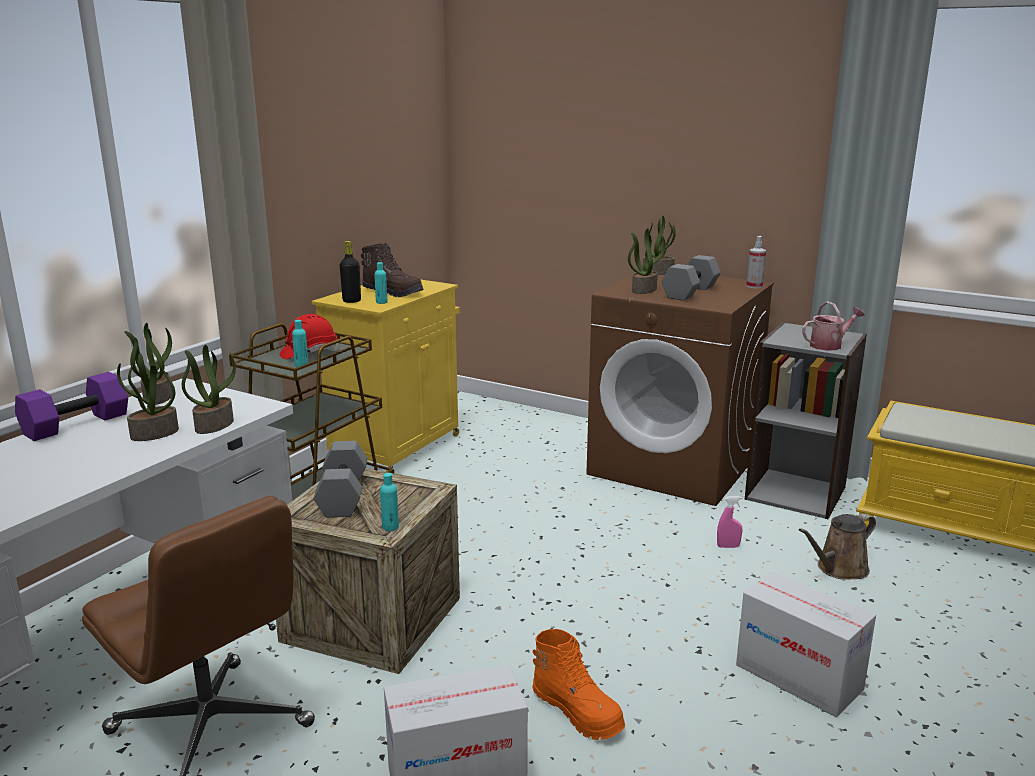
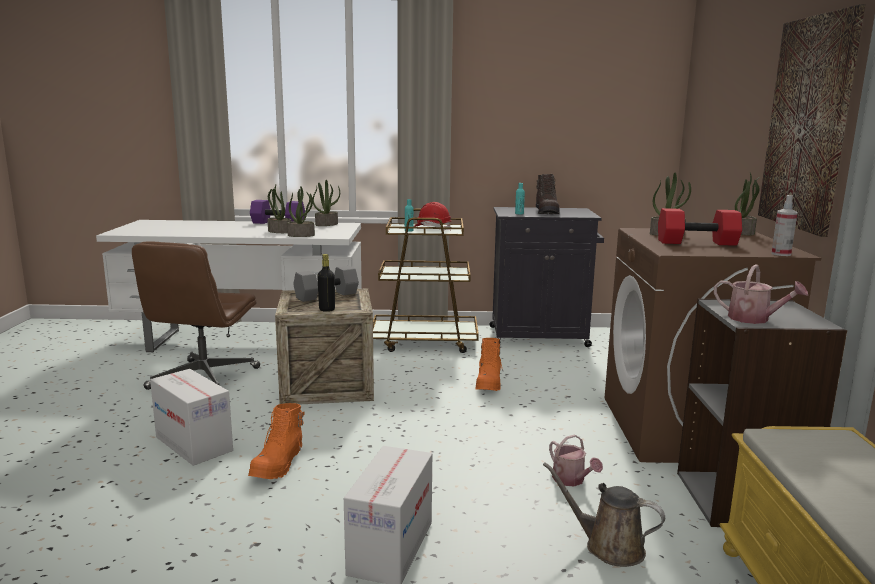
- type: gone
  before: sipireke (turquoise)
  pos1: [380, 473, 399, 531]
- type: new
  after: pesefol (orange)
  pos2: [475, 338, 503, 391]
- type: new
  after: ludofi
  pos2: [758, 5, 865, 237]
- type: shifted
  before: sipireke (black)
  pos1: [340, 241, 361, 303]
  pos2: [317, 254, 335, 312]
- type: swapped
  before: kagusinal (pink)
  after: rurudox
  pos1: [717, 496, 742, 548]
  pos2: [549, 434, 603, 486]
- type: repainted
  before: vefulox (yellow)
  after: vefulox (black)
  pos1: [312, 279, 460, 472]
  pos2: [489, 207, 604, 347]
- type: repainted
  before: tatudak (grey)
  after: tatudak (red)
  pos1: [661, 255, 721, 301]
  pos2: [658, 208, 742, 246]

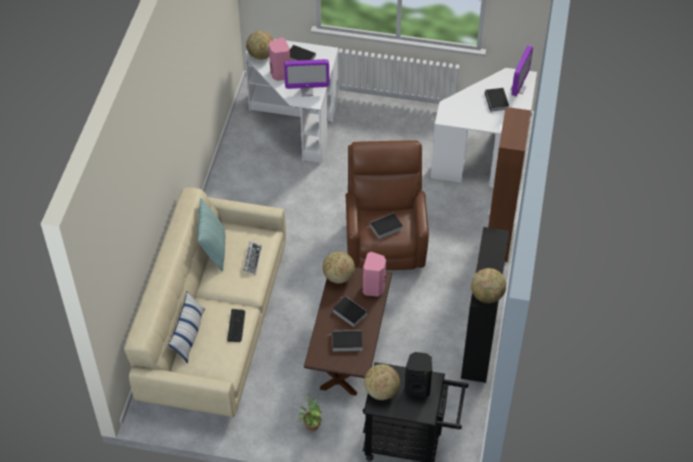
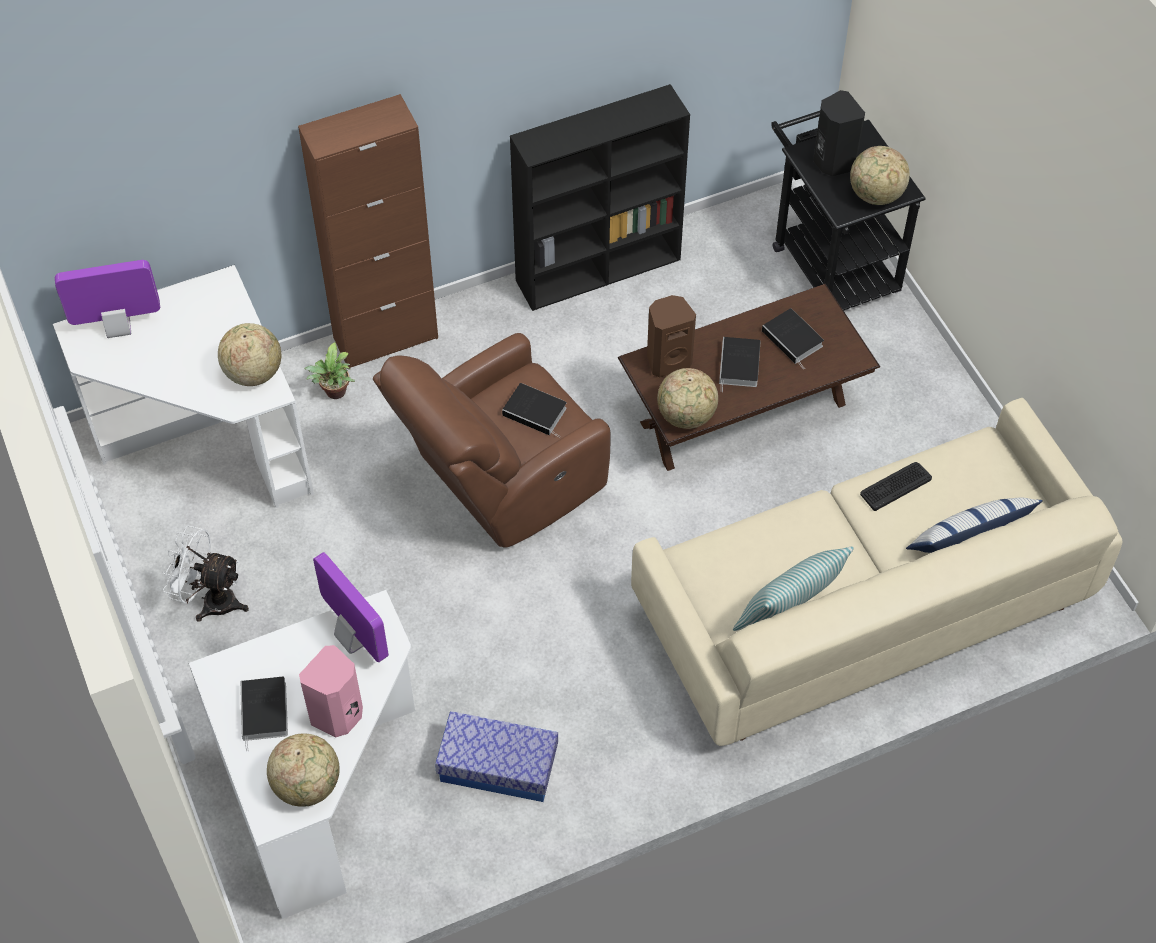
- type: gone
  before: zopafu
  pos1: [243, 241, 262, 275]
- type: gone
  before: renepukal
  pos1: [485, 88, 509, 115]
- type: new
  after: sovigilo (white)
  pos2: [162, 525, 249, 622]
- type: new
  after: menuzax
  pos2: [435, 711, 558, 802]
- type: shifted
  before: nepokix
  pos1: [297, 395, 322, 431]
  pos2: [305, 342, 355, 399]
- type: shifted
  before: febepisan
  pos1: [471, 268, 506, 303]
  pos2: [218, 323, 281, 386]
- type: repainted
  before: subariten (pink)
  after: subariten (brown)
  pos1: [363, 252, 386, 297]
  pos2: [647, 295, 696, 378]

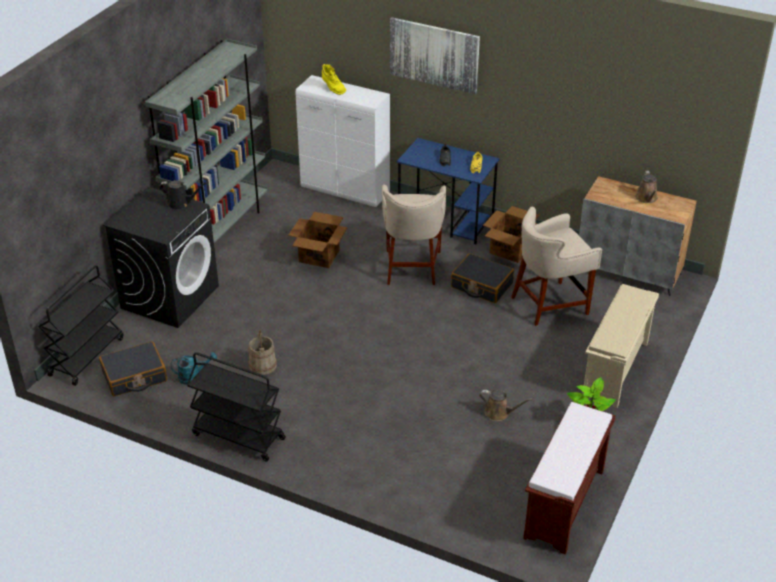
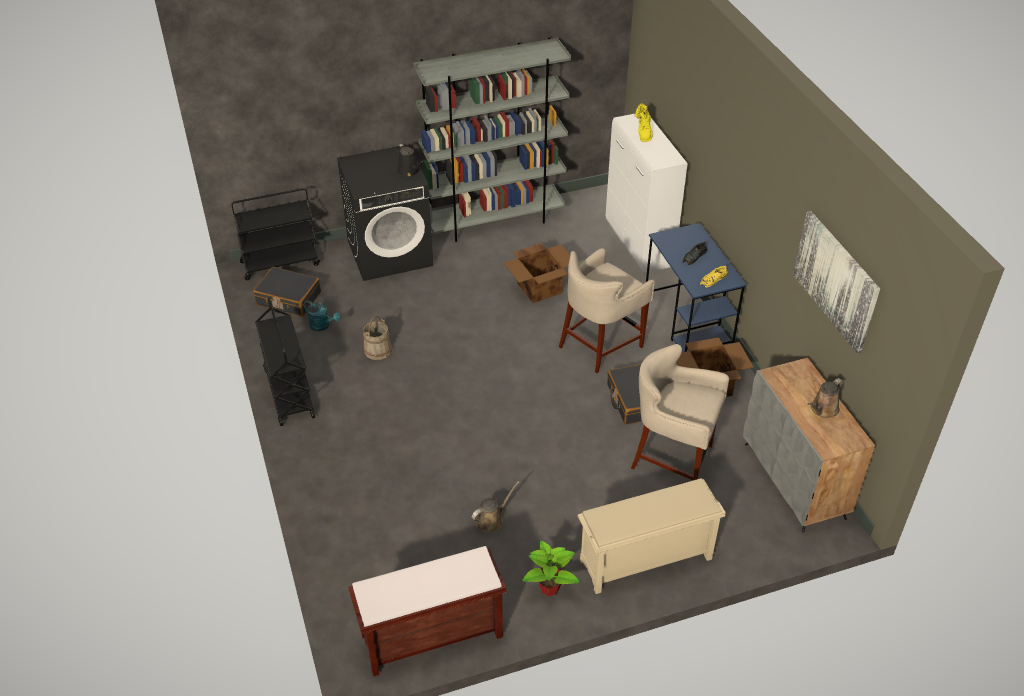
- type: shifted
  before: ludofi
  pos1: [390, 17, 480, 94]
  pos2: [793, 211, 880, 354]
- type: rotated
  before: rurudox (brown)
  pos1: [479, 390, 533, 421]
  pos2: [472, 481, 520, 532]
  turn: -105

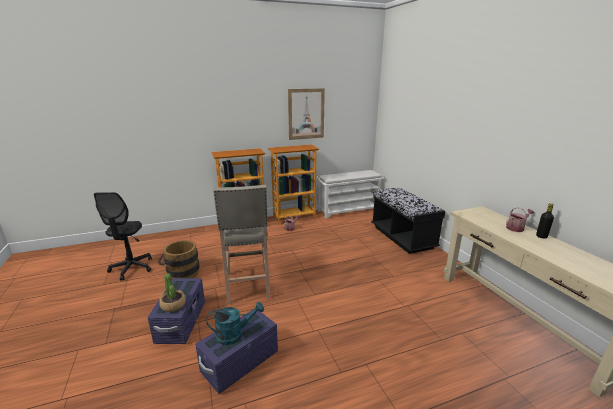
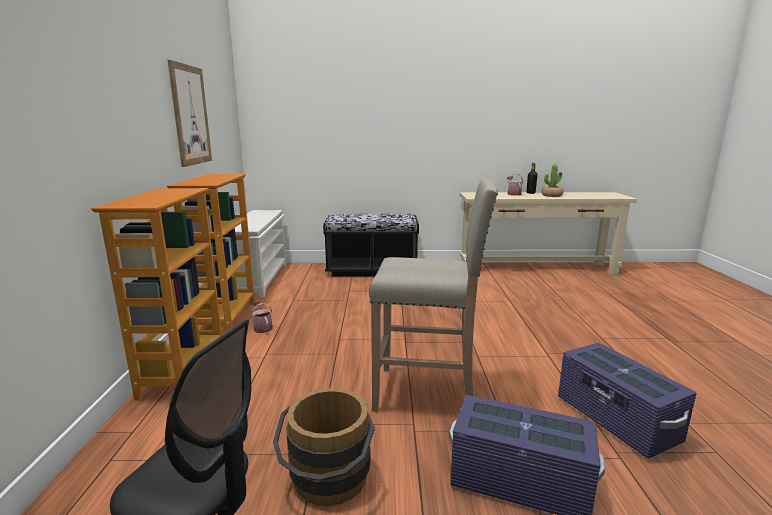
- type: gone
  before: rurudox (turquoise)
  pos1: [206, 302, 264, 345]
- type: shifted
  before: nepokix
  pos1: [159, 273, 186, 312]
  pos2: [542, 164, 564, 197]

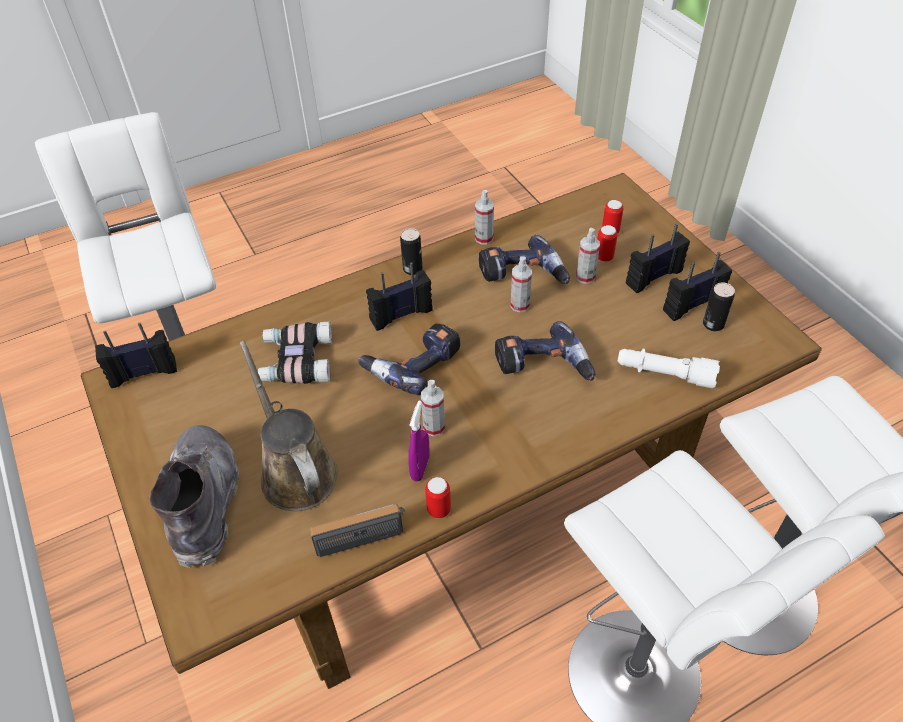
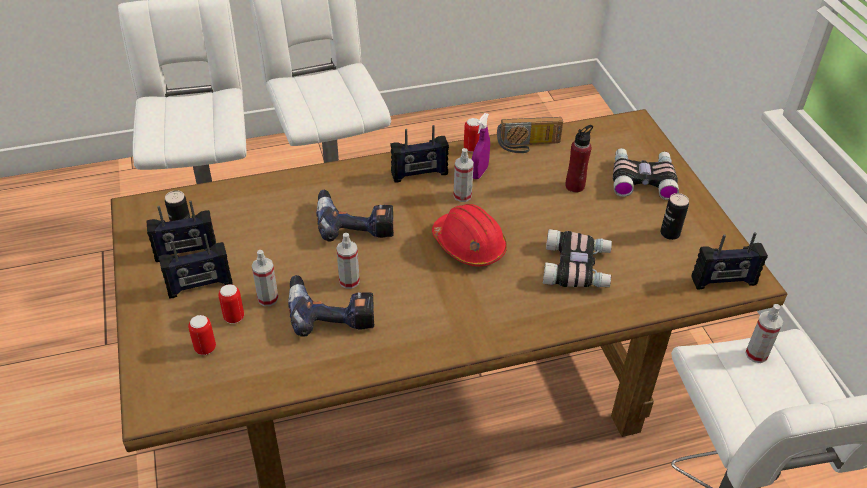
- type: gone
  before: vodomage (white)
  pos1: [617, 349, 720, 388]
- type: shifted
  before: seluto
  pos1: [366, 262, 433, 331]
  pos2: [390, 125, 449, 183]
- type: shifted
  before: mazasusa
  pos1: [400, 228, 422, 275]
  pos2: [660, 193, 689, 240]
- type: shifted
  before: kagusinal
  pos1: [475, 190, 494, 245]
  pos2: [745, 304, 783, 363]
- type: swapped
  before: pesefol (grey)
  after: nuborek
  pos1: [149, 425, 239, 568]
  pos2: [613, 148, 679, 200]
- type: swapped
  before: rurudox (brown)
  after: sipireke (red)
  pos1: [240, 340, 338, 511]
  pos2: [565, 125, 593, 192]
- type: swapped
  before: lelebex
  after: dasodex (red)
  pos1: [358, 323, 460, 395]
  pos2: [432, 204, 507, 267]

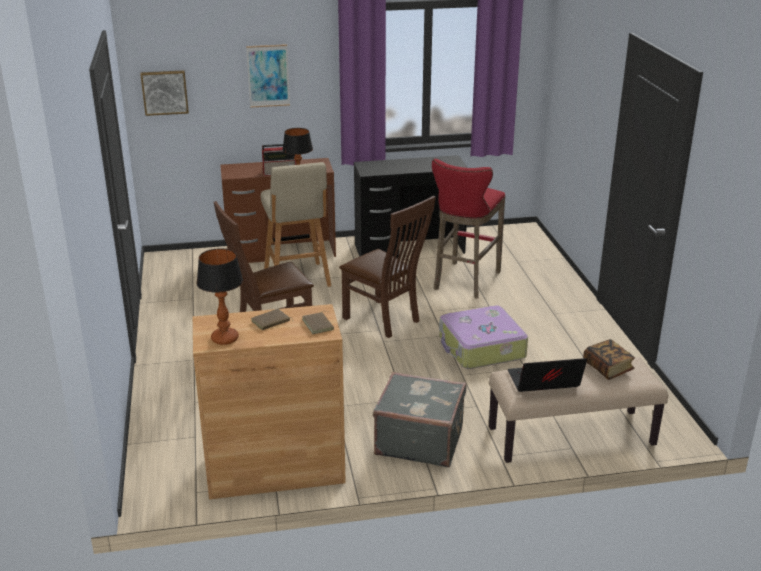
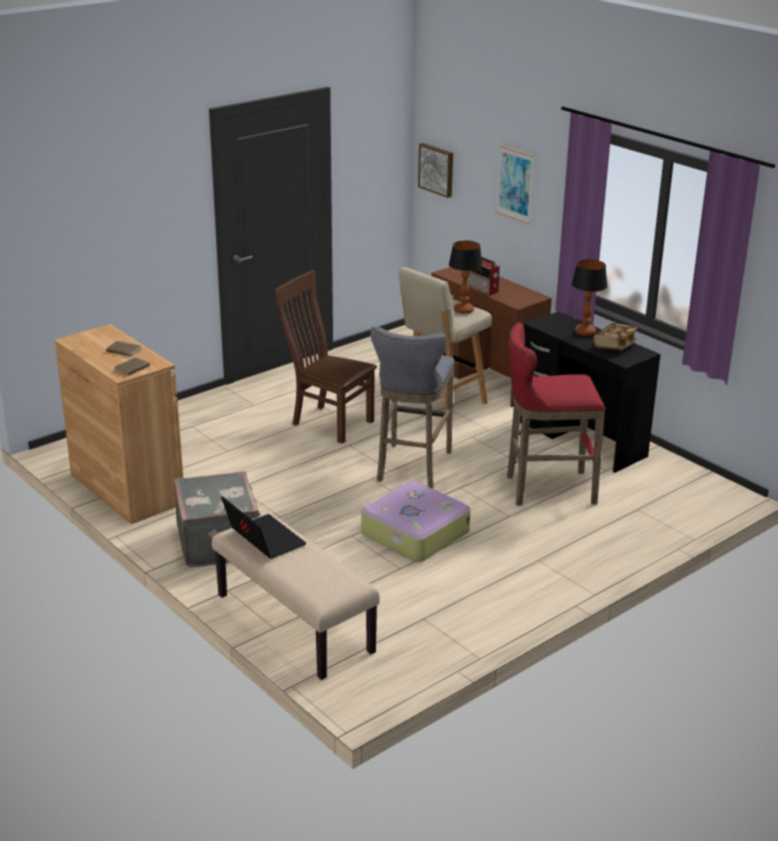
- type: shifted
  before: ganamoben
  pos1: [197, 248, 243, 345]
  pos2: [572, 259, 607, 336]
- type: shifted
  before: renepukal
  pos1: [584, 339, 635, 380]
  pos2: [593, 323, 637, 350]
- type: swapped
  before: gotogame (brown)
  after: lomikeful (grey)
  pos1: [339, 196, 436, 338]
  pos2: [370, 326, 455, 489]

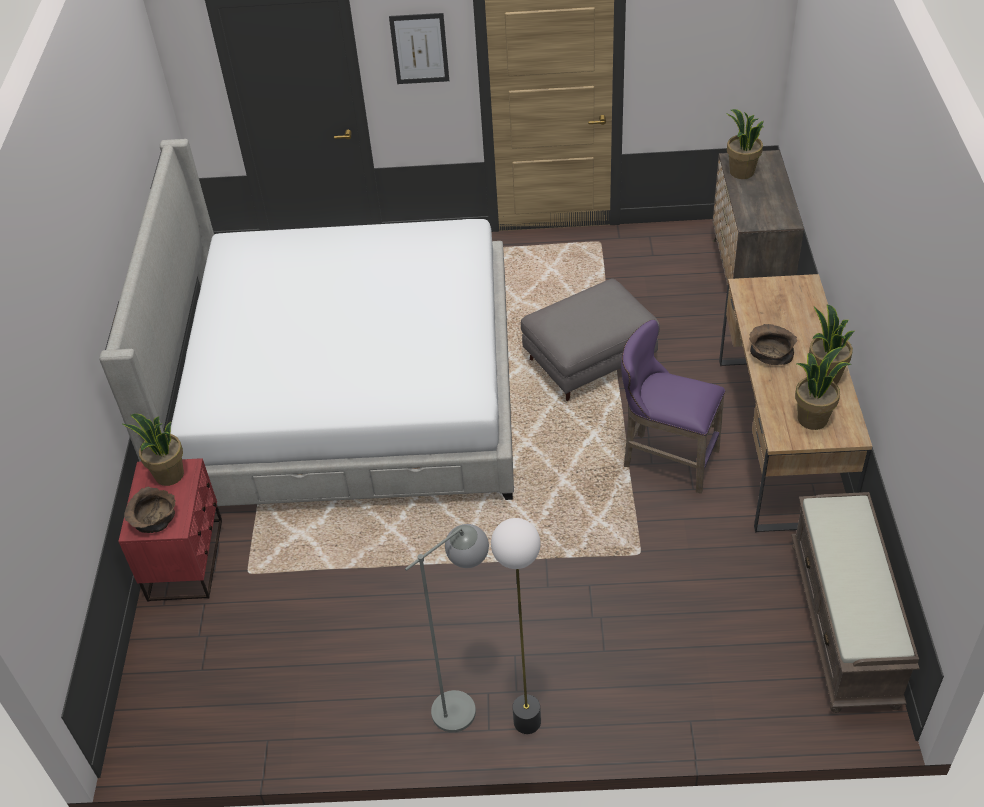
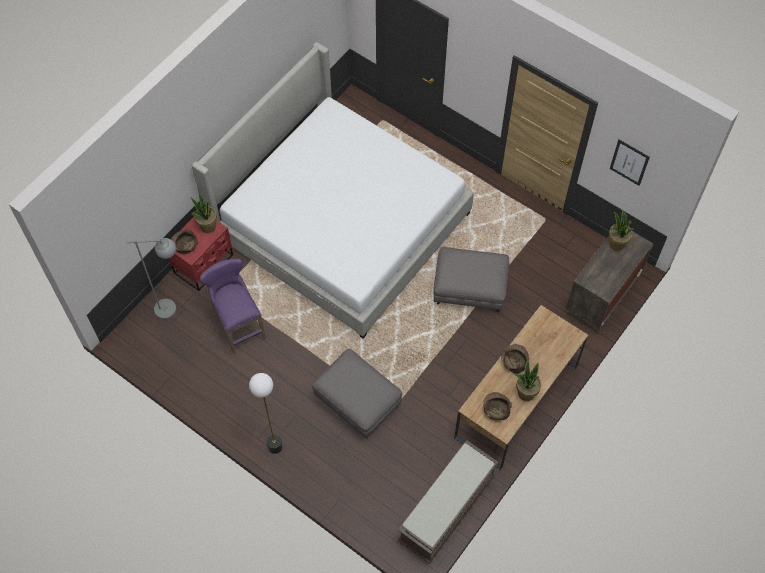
- type: new
  after: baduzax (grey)
  pos2: [312, 349, 402, 439]
- type: shifted
  before: ludofi
  pos1: [389, 13, 449, 84]
  pos2: [610, 139, 650, 186]
- type: shifted
  before: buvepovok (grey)
  pos1: [405, 524, 489, 732]
  pos2: [127, 238, 176, 319]
- type: shifted
  before: lomikeful (purple)
  pos1: [621, 319, 725, 494]
  pos2: [199, 258, 266, 354]
- type: swapped
  before: nepokix
  after: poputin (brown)
  pos1: [795, 347, 852, 430]
  pos2: [483, 392, 512, 421]

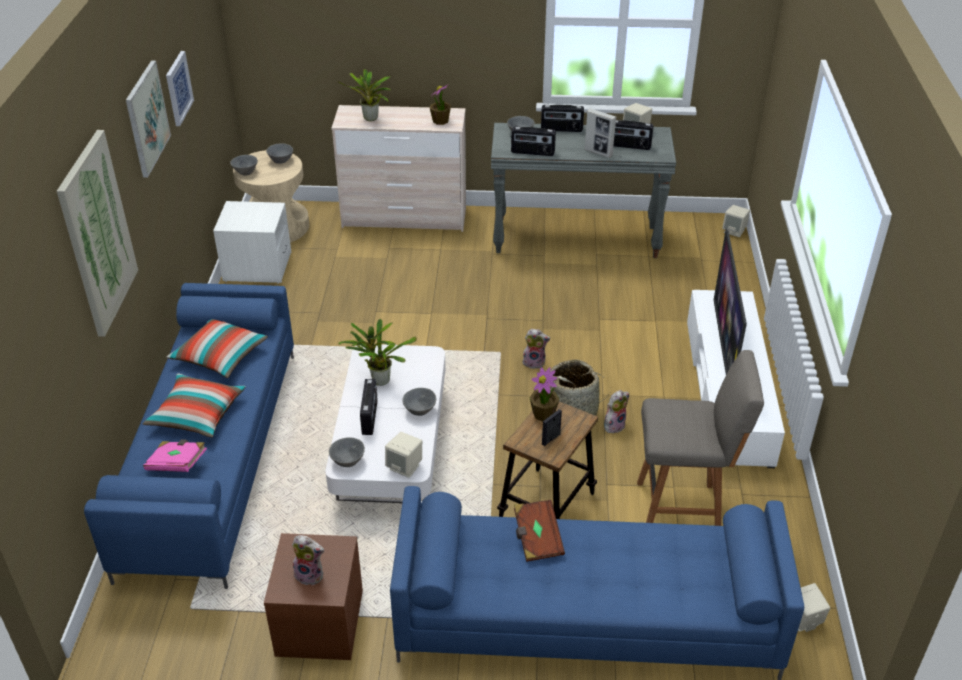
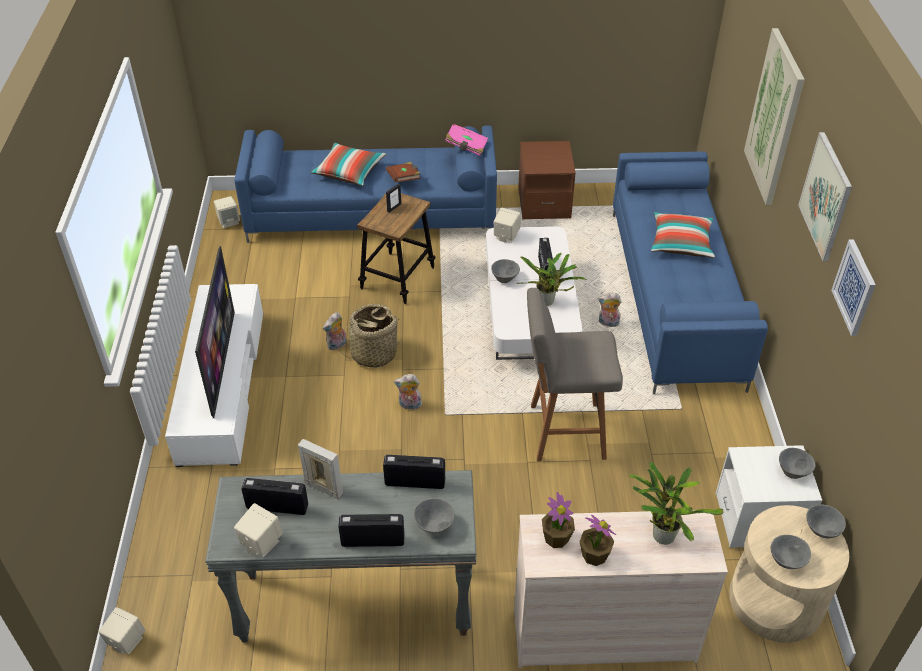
- type: shifted
  before: renepukal (pink)
  pos1: [143, 439, 207, 472]
  pos2: [445, 123, 488, 156]
- type: shifted
  before: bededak
  pos1: [166, 319, 268, 378]
  pos2: [310, 143, 386, 186]
- type: shifted
  before: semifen
  pos1: [290, 535, 324, 586]
  pos2: [598, 293, 622, 327]
- type: shifted
  before: poputin (grey)
  pos1: [329, 437, 365, 467]
  pos2: [779, 448, 815, 479]
- type: shifted
  before: nepokix
  pos1: [530, 367, 560, 421]
  pos2: [579, 515, 616, 566]
- type: shifted
  before: lomikeful (grey)
  pos1: [637, 350, 764, 526]
  pos2: [527, 288, 623, 462]

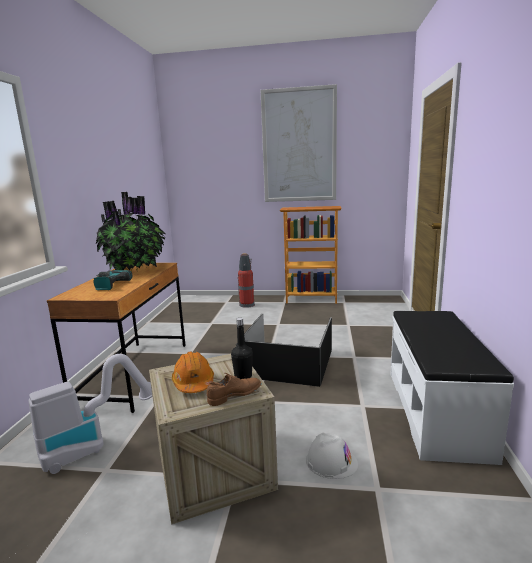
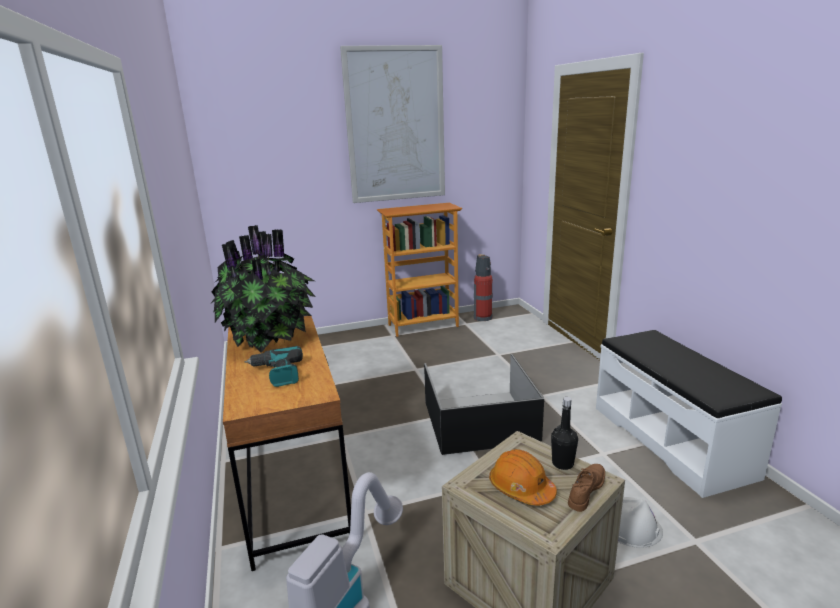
- type: shifted
  before: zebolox
  pos1: [238, 253, 255, 308]
  pos2: [474, 254, 493, 321]

